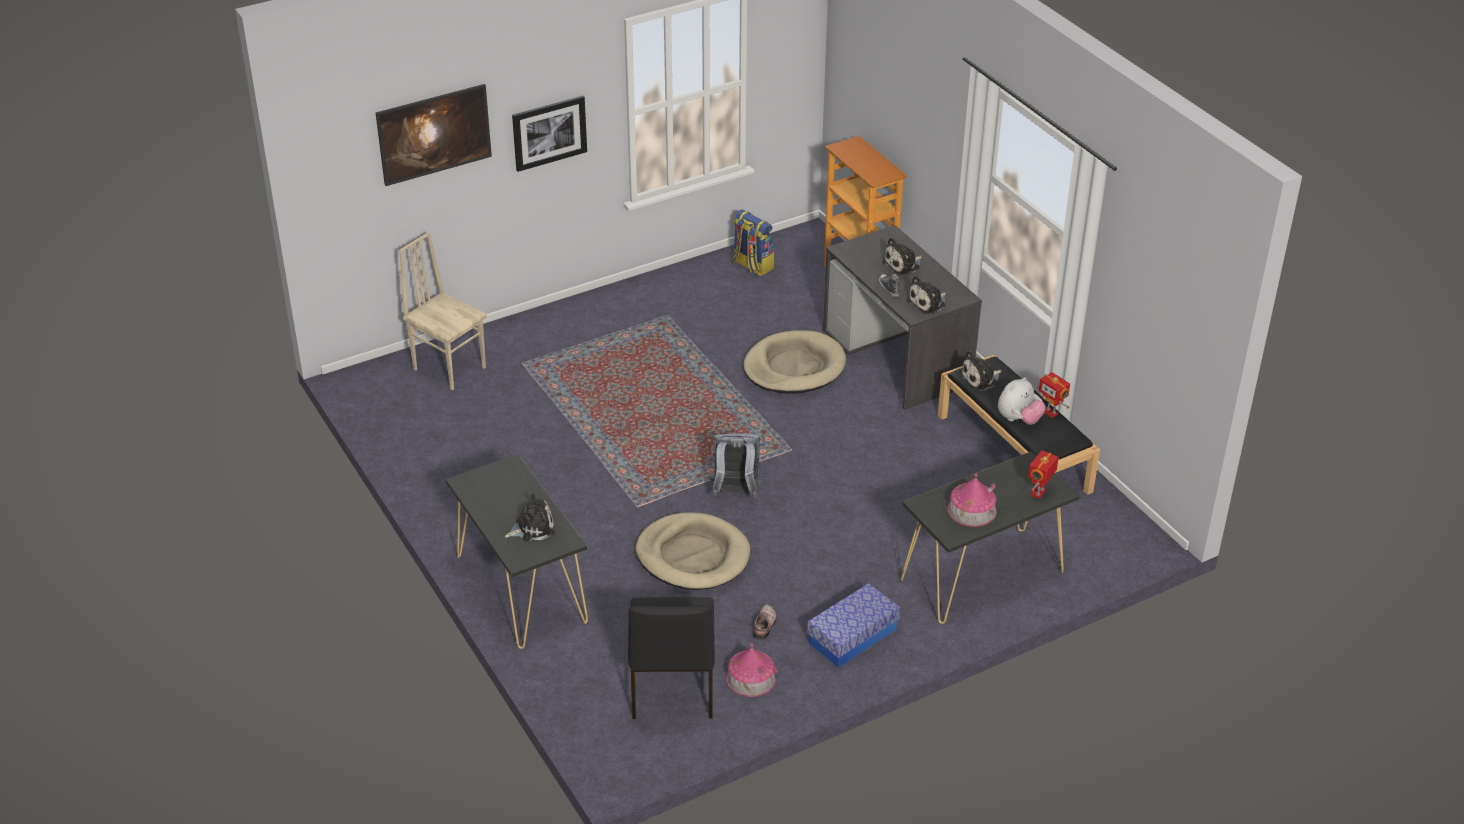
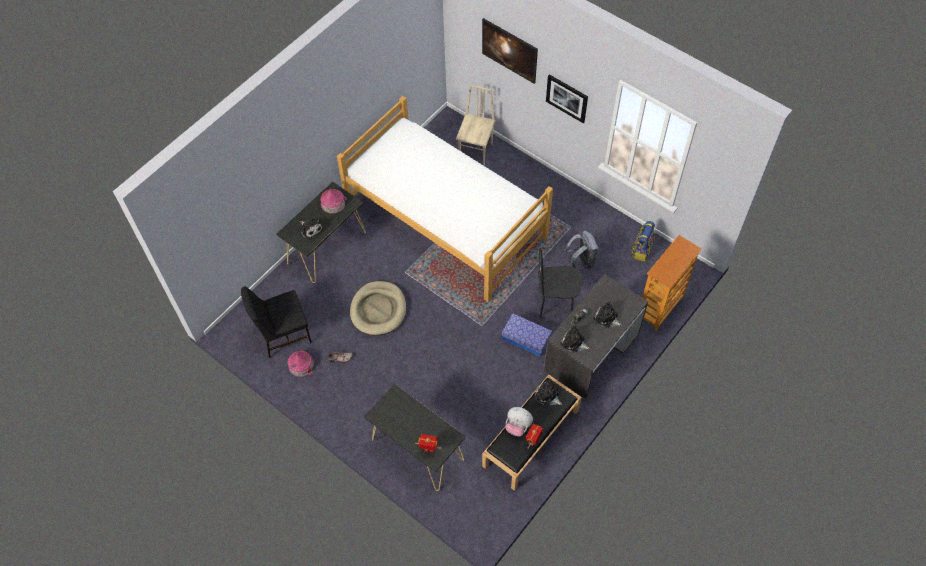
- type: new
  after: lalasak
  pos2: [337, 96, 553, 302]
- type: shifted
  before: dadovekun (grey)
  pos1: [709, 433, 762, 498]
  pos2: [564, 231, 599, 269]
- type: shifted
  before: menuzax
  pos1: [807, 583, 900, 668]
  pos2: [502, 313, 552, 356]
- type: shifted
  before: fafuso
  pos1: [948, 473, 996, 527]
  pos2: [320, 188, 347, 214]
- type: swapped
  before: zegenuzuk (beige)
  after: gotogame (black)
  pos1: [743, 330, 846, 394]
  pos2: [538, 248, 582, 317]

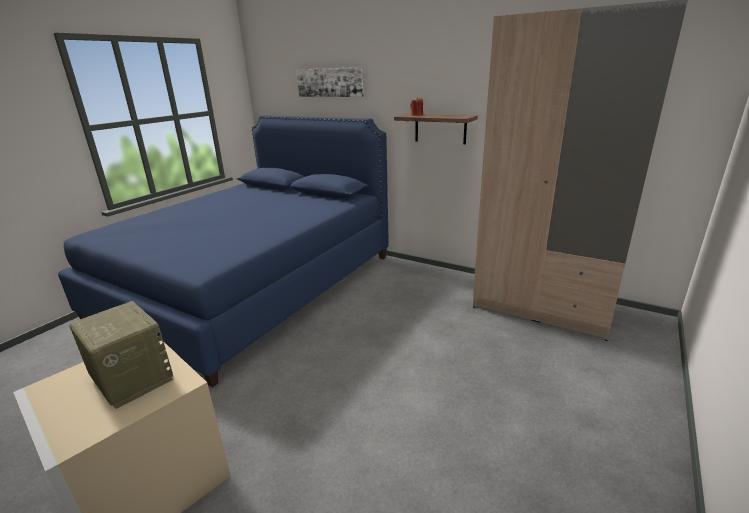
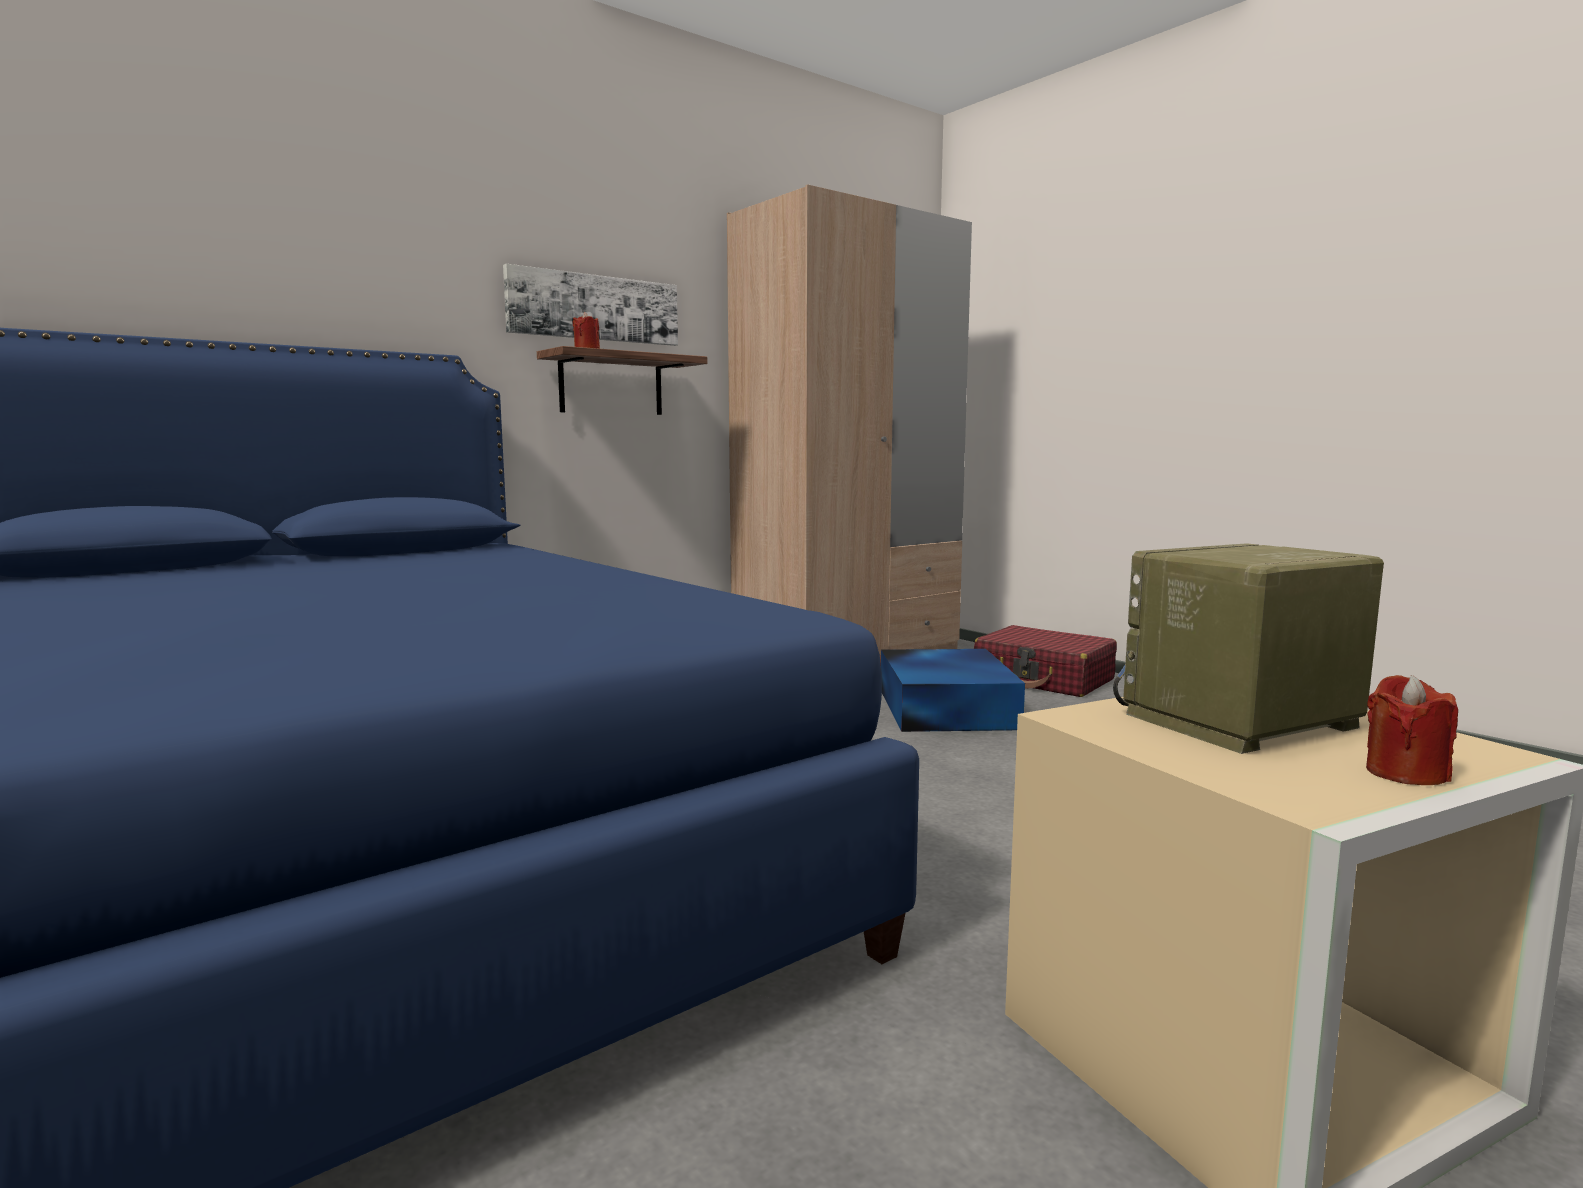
- type: new
  after: menuzax (blue)
  pos2: [881, 649, 1025, 732]
- type: new
  after: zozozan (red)
  pos2: [974, 625, 1117, 697]
- type: new
  after: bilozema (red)
  pos2: [1366, 675, 1458, 785]
- type: shifted
  before: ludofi
  pos1: [296, 67, 364, 97]
  pos2: [503, 264, 678, 346]

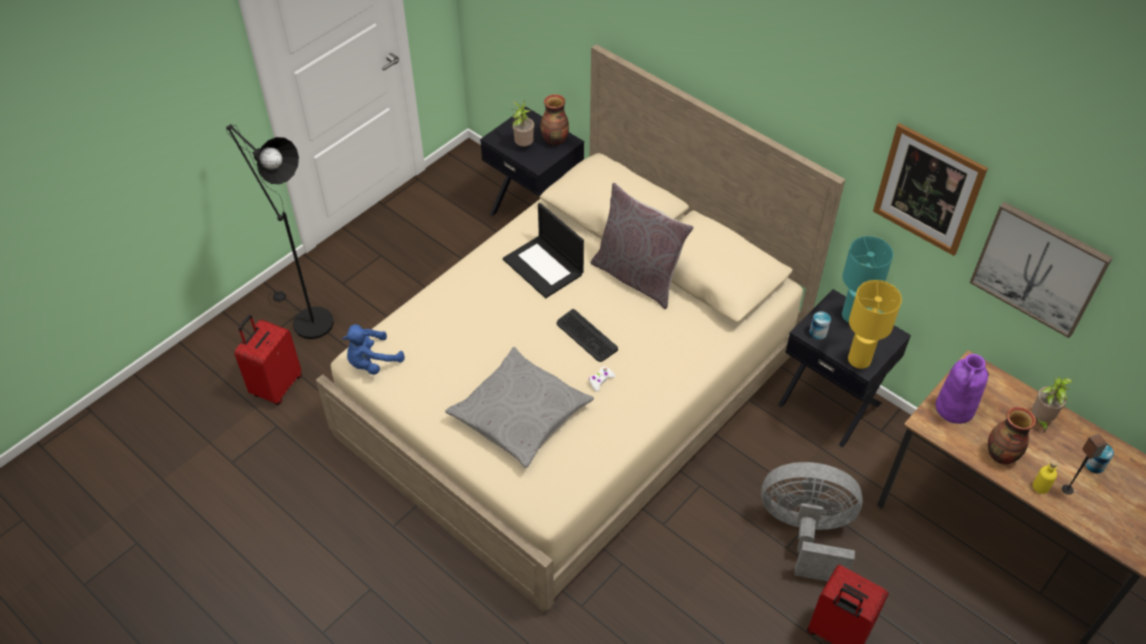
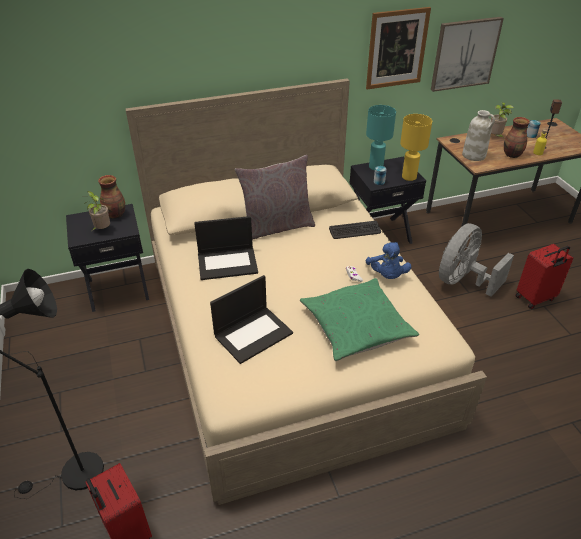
- type: new
  after: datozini
  pos2: [210, 275, 293, 364]
- type: shifted
  before: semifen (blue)
  pos1: [342, 324, 405, 375]
  pos2: [366, 242, 411, 279]
- type: shifted
  before: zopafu
  pos1: [557, 309, 618, 362]
  pos2: [329, 221, 381, 239]
- type: repainted
  before: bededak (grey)
  after: bededak (green)
  pos1: [445, 347, 594, 468]
  pos2: [300, 278, 419, 361]
- type: repainted
  before: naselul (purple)
  after: naselul (white)
  pos1: [936, 354, 988, 424]
  pos2: [462, 110, 495, 161]

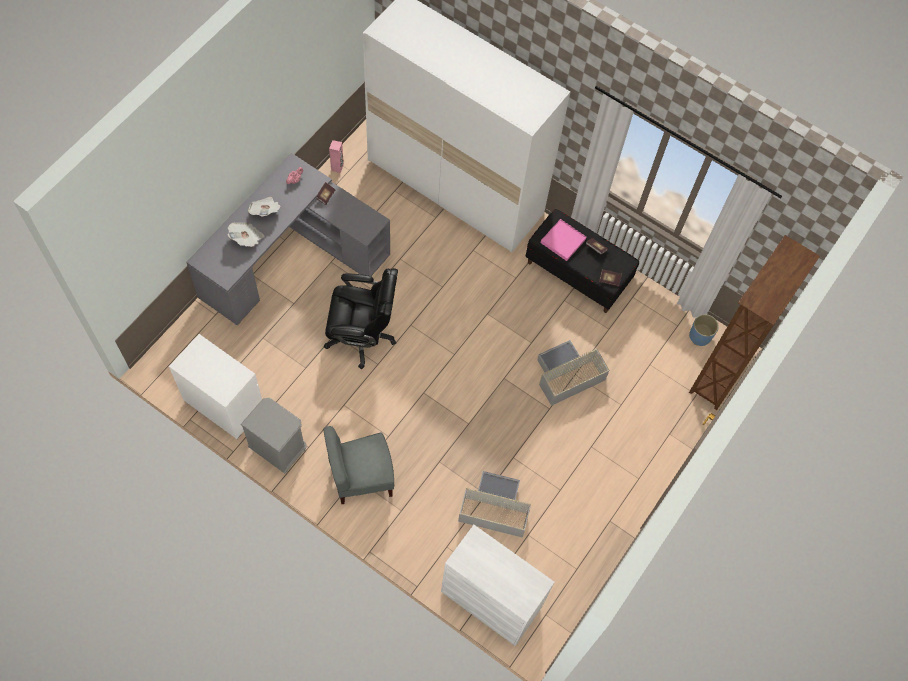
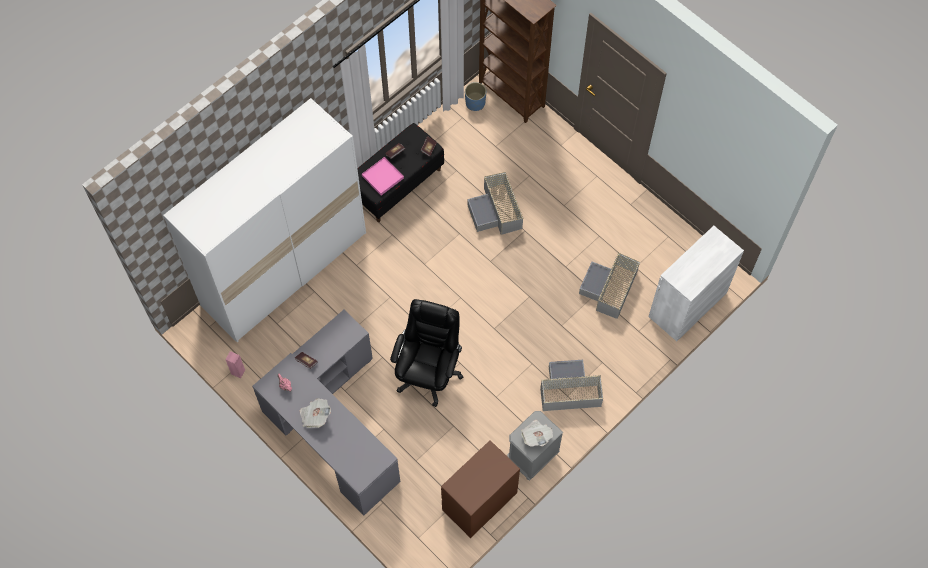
- type: shifted
  before: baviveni
  pos1: [227, 223, 265, 247]
  pos2: [521, 420, 553, 447]
- type: swapped
  before: gotogame (grey)
  after: menuzax (grey)
  pos1: [323, 426, 394, 504]
  pos2: [540, 360, 603, 411]
- type: repainted
  before: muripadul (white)
  after: muripadul (brown)
  pos1: [169, 334, 262, 439]
  pos2: [441, 440, 520, 538]

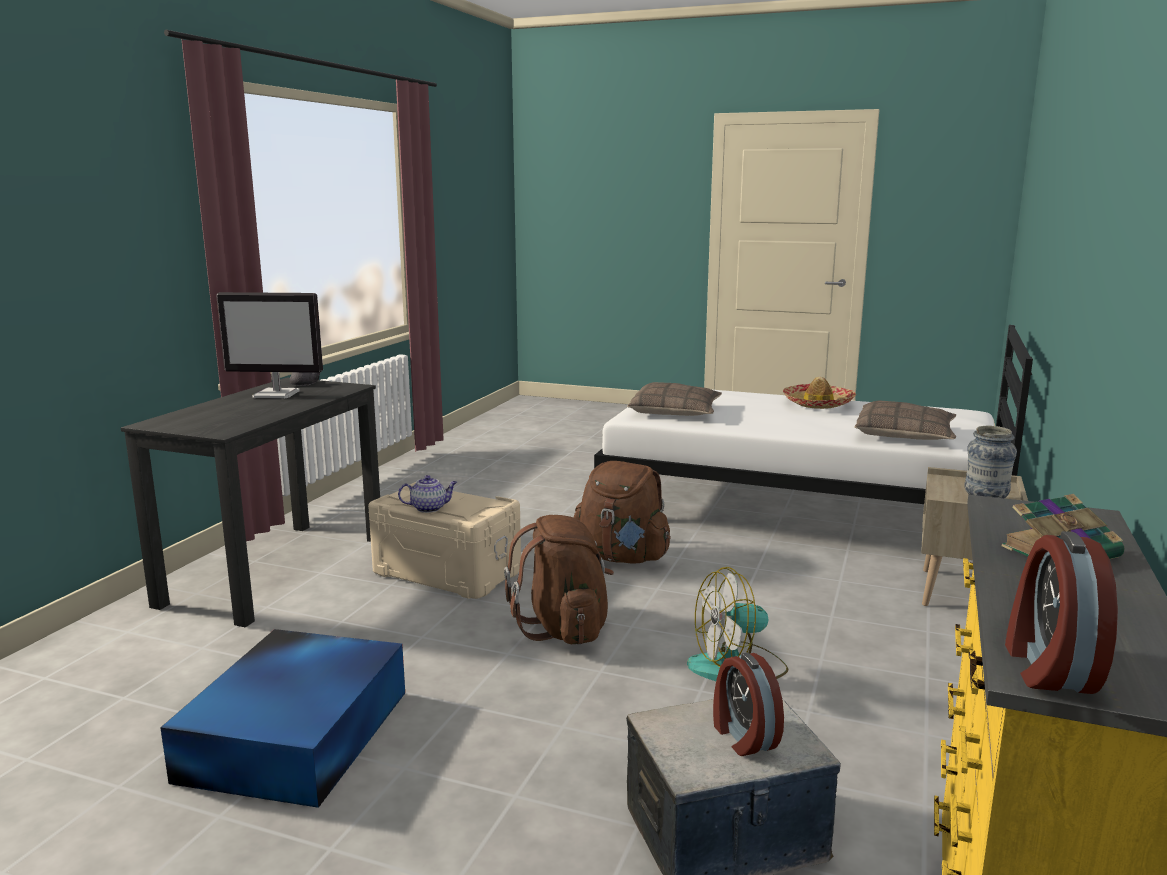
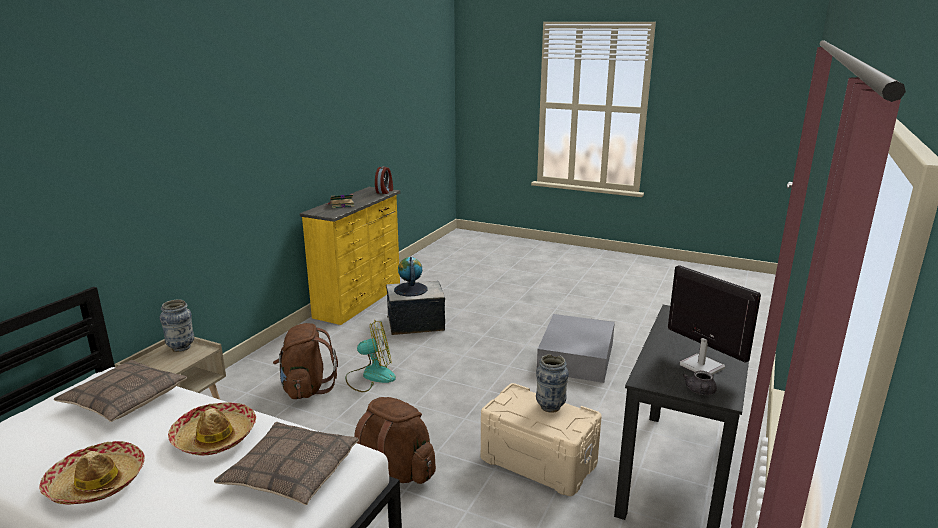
- type: new
  after: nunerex
  pos2: [168, 402, 256, 456]
- type: shifted
  before: dadovekun (brown)
  pos1: [504, 515, 614, 645]
  pos2: [273, 323, 338, 399]
- type: swapped
  before: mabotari
  after: naselul
  pos1: [398, 475, 457, 513]
  pos2: [536, 354, 569, 413]
- type: swapped
  before: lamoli
  after: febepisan
  pos1: [713, 653, 784, 756]
  pos2: [394, 257, 428, 296]
- type: repainted
  before: menuzax (blue)
  after: menuzax (grey)
  pos1: [160, 629, 405, 808]
  pos2: [537, 314, 615, 383]
- type: rotated
  before: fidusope
  pos1: [216, 292, 323, 399]
  pos2: [668, 265, 761, 375]
  turn: 45

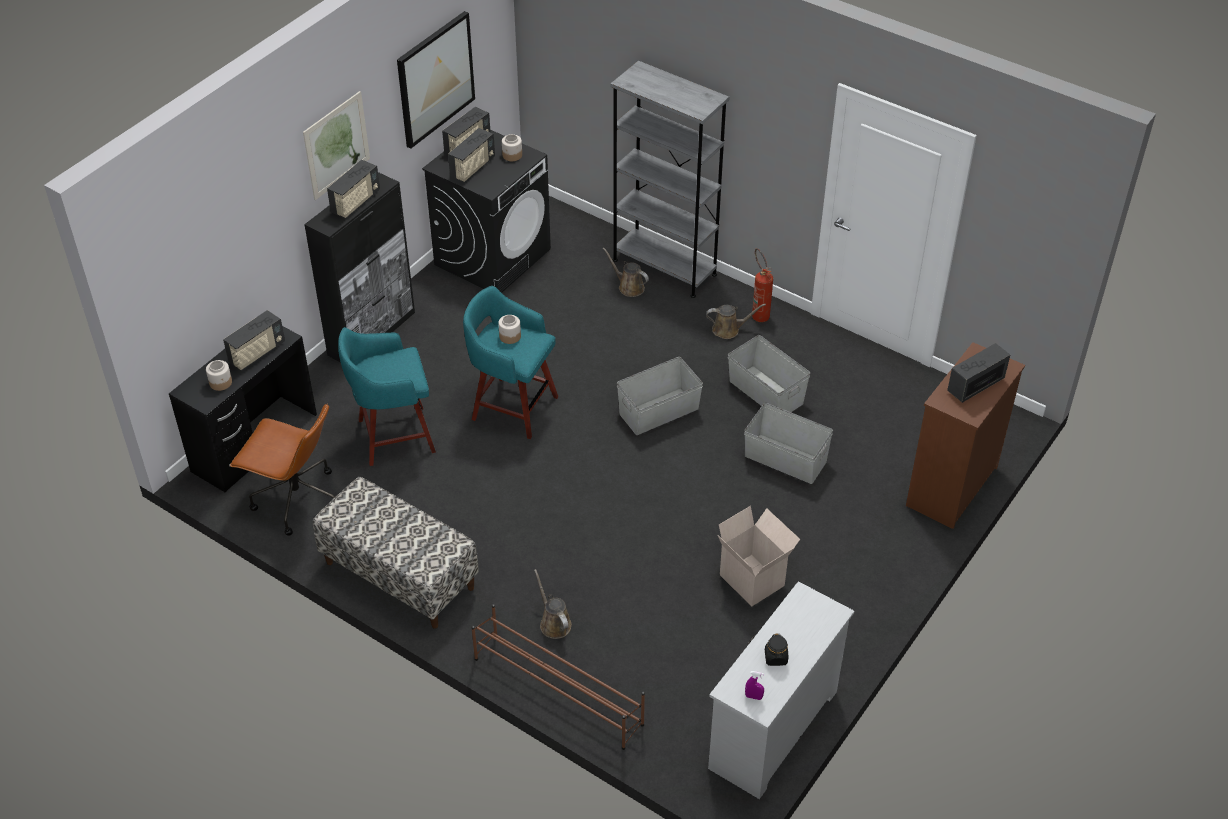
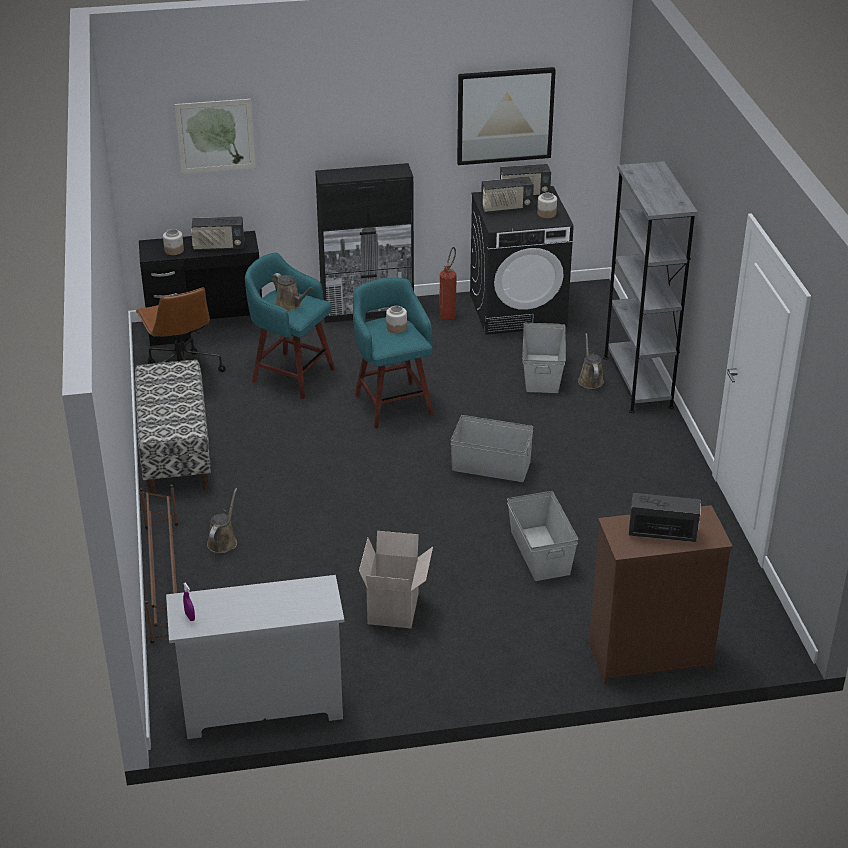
- type: gone
  before: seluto
  pos1: [327, 160, 380, 219]
- type: gone
  before: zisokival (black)
  pos1: [765, 634, 788, 666]
- type: shifted
  before: ludofi
  pos1: [303, 91, 370, 200]
  pos2: [175, 99, 256, 174]
- type: shifted
  before: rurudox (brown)
  pos1: [706, 304, 766, 339]
  pos2: [271, 273, 314, 311]
- type: shifted
  before: menuzax (grey)
  pos1: [728, 335, 811, 412]
  pos2: [522, 323, 566, 393]
- type: shifted
  before: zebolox
  pos1: [752, 248, 773, 322]
  pos2: [439, 247, 456, 320]

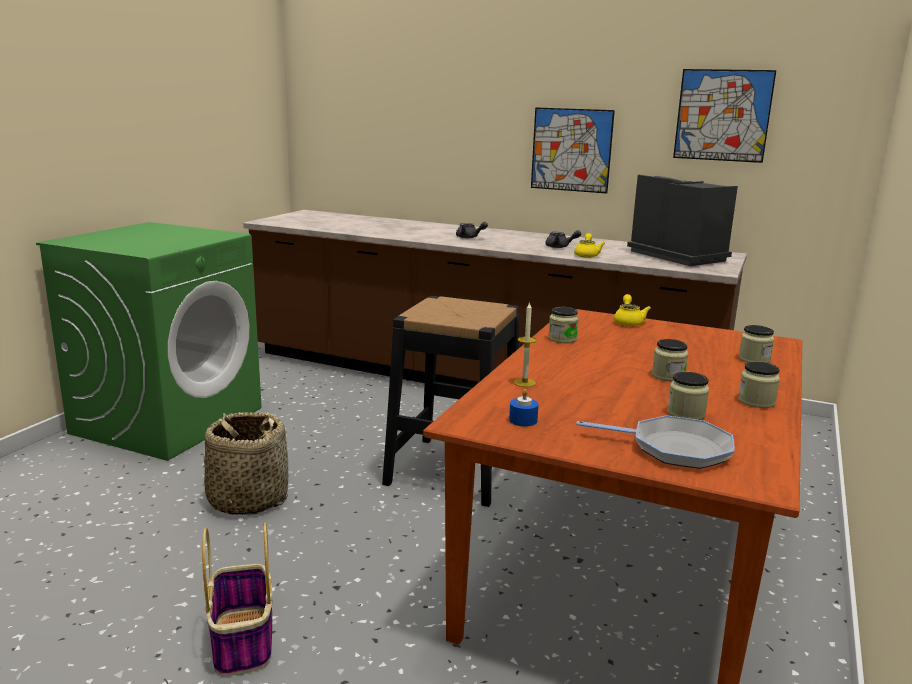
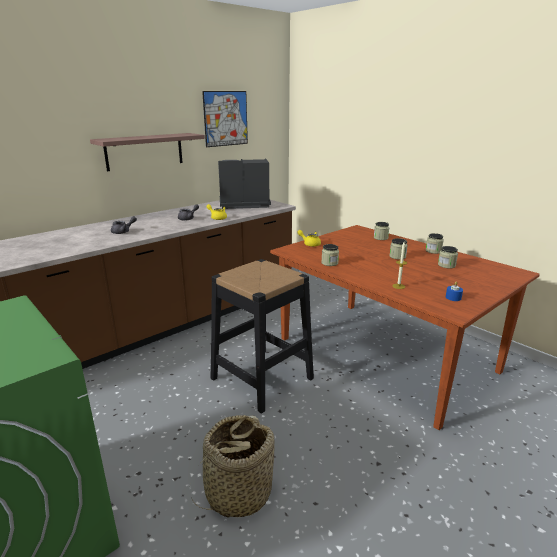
- type: gone
  before: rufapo
  pos1: [202, 522, 272, 677]
- type: gone
  before: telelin
  pos1: [576, 415, 734, 469]
- type: swapped
  before: ludofi
  after: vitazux
  pos1: [531, 107, 615, 194]
  pos2: [90, 133, 205, 171]

